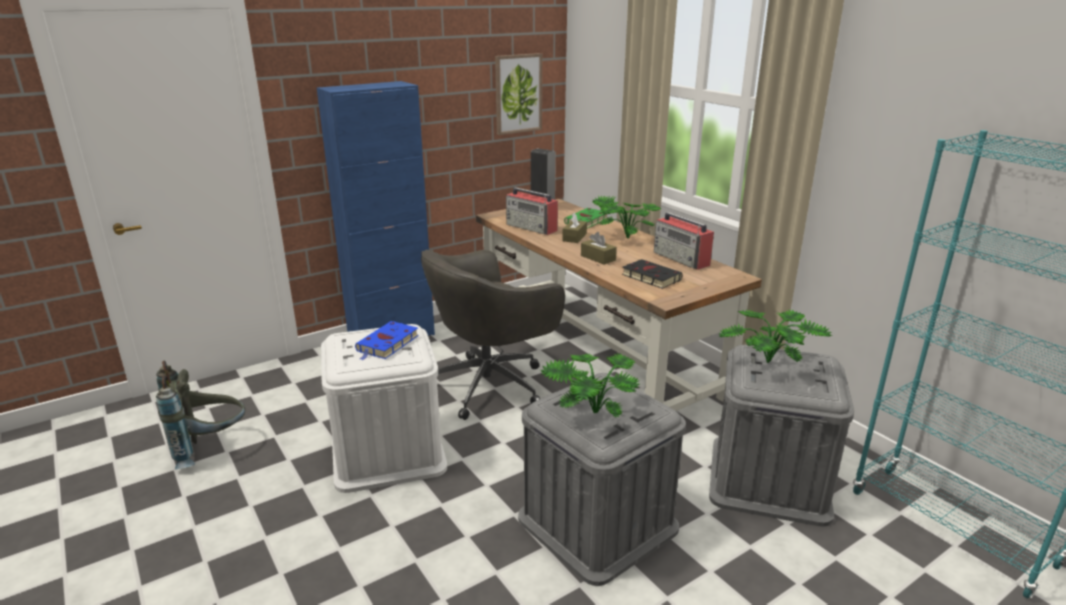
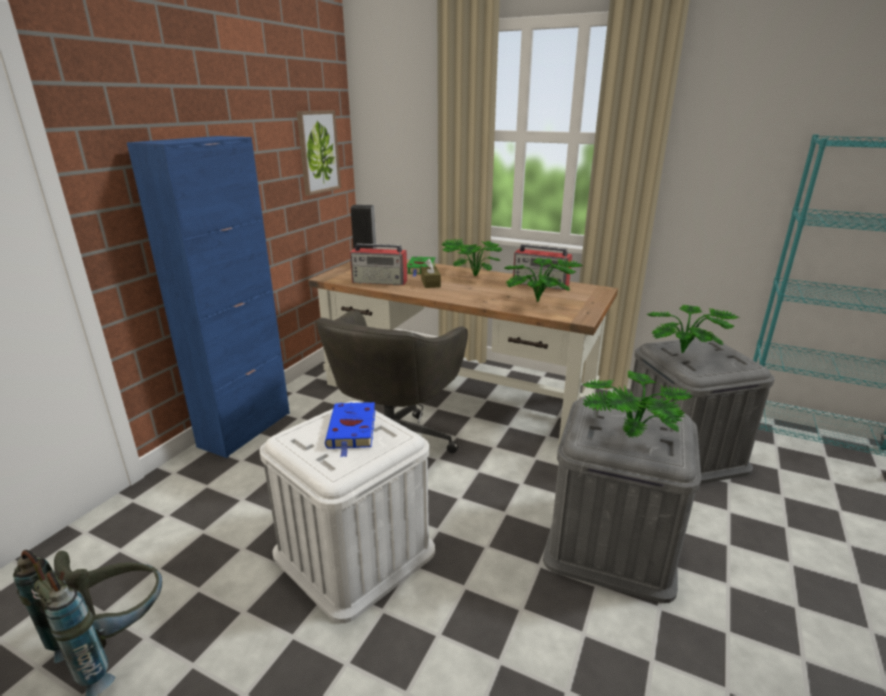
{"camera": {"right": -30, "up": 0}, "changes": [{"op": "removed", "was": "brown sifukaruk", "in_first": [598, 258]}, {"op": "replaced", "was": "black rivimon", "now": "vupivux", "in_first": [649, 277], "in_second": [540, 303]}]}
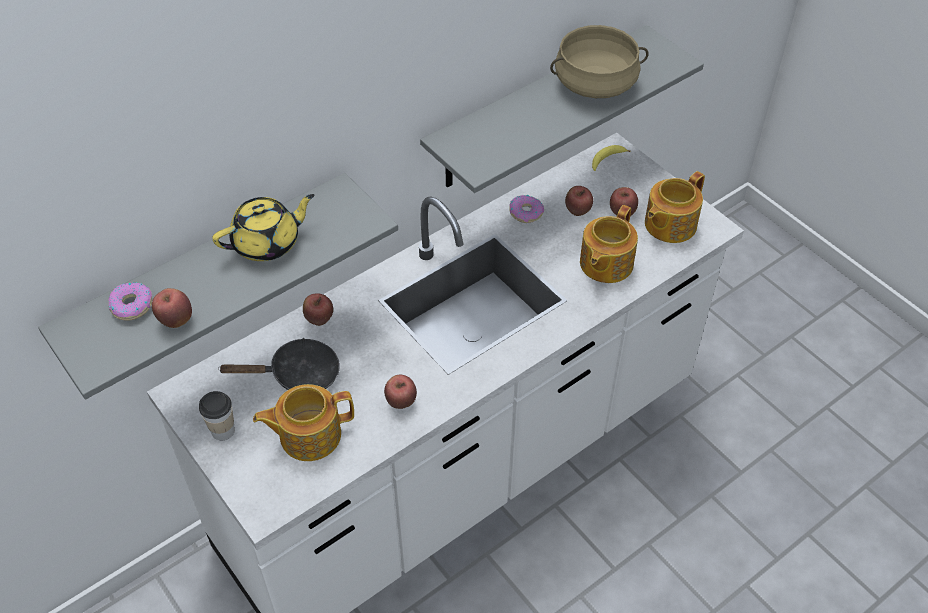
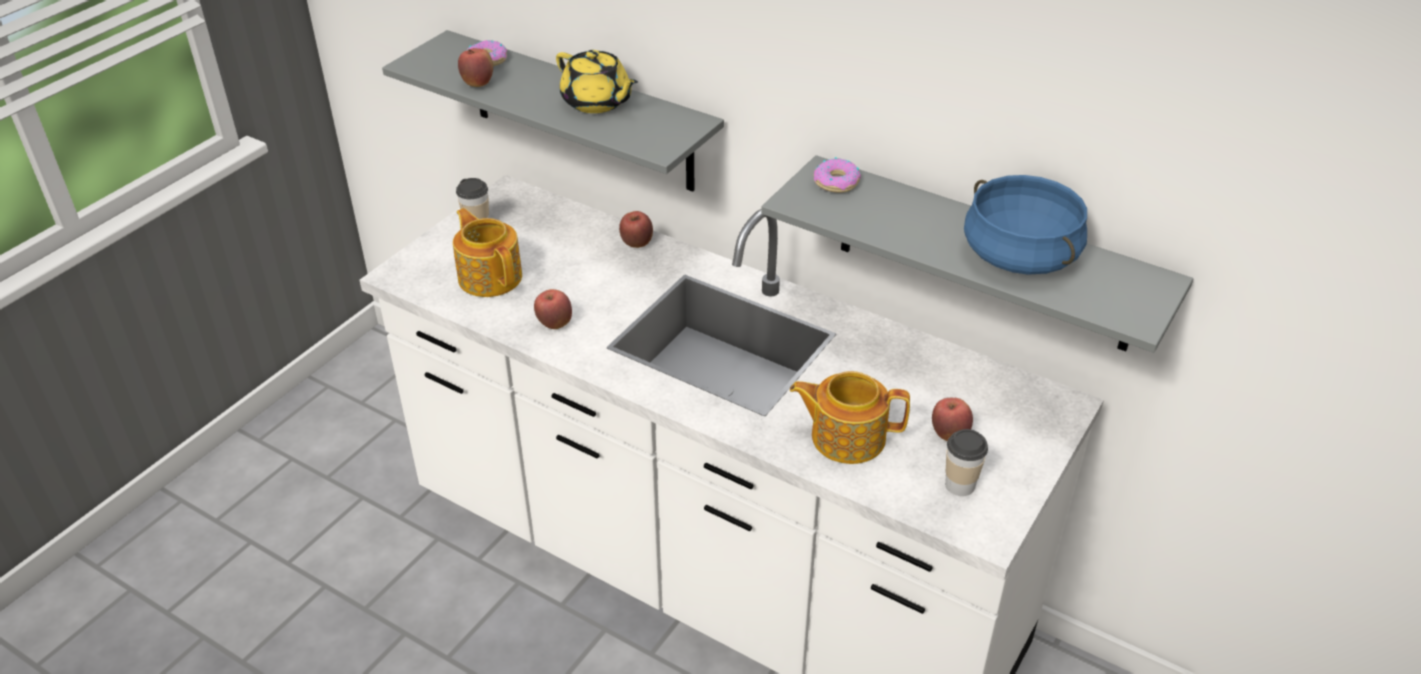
{"camera": {"right": 70, "up": -10}, "changes": [{"op": "removed", "was": "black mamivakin", "in_first": [298, 375]}, {"op": "removed", "was": "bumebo", "in_first": [577, 211]}, {"op": "removed", "was": "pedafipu", "in_first": [606, 160]}, {"op": "moved", "was": "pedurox", "in_first": [526, 212], "in_second": [837, 182]}, {"op": "replaced", "was": "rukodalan", "now": "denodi", "in_first": [669, 224], "in_second": [960, 485]}, {"op": "recoloured", "was": "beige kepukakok", "now": "blue kepukakok", "in_first": [595, 84], "in_second": [1018, 256]}]}
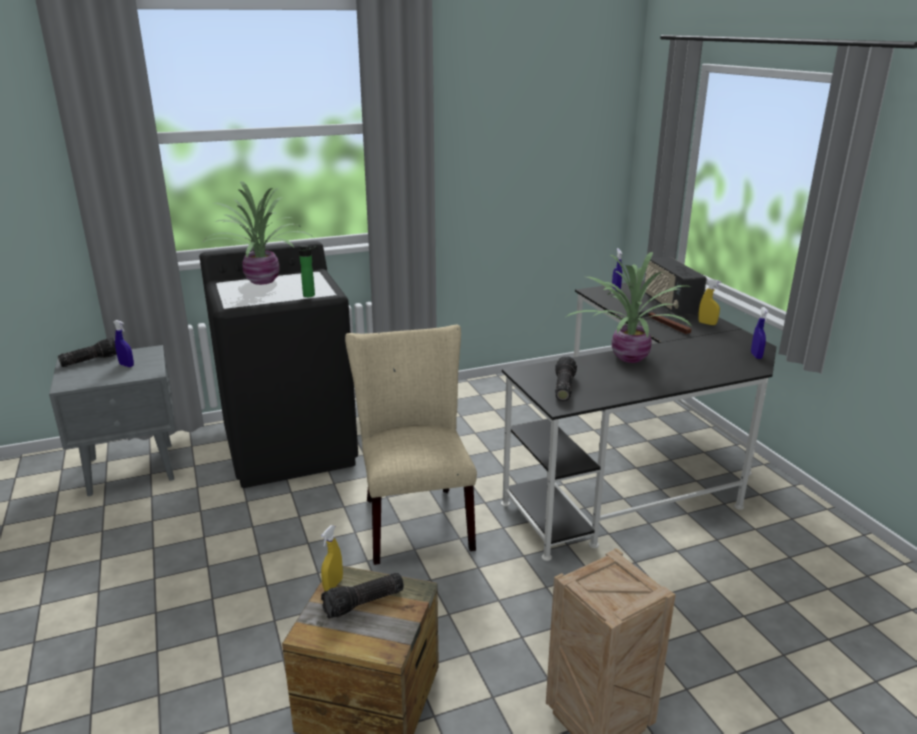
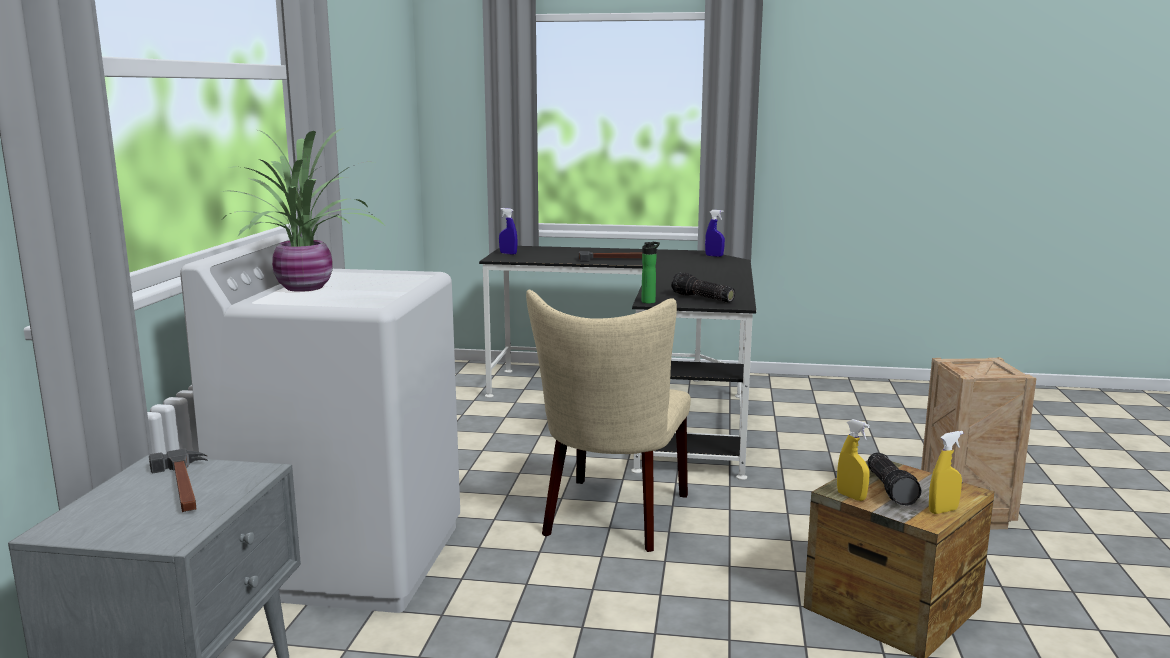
{"camera": {"right": -60, "up": -10}, "changes": [{"op": "removed", "was": "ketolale", "in_first": [90, 360]}, {"op": "removed", "was": "vupivux", "in_first": [627, 357]}, {"op": "removed", "was": "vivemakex", "in_first": [670, 306]}, {"op": "moved", "was": "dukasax", "in_first": [311, 295], "in_second": [649, 301]}, {"op": "moved", "was": "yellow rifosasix", "in_first": [707, 323], "in_second": [943, 511]}, {"op": "replaced", "was": "blue rifosasix", "now": "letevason", "in_first": [126, 365], "in_second": [184, 486]}, {"op": "recoloured", "was": "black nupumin", "now": "white nupumin", "in_first": [291, 448], "in_second": [347, 557]}, {"op": "turned", "was": "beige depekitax", "in_first": [414, 518], "in_second": [612, 518], "clockwise": -90}]}
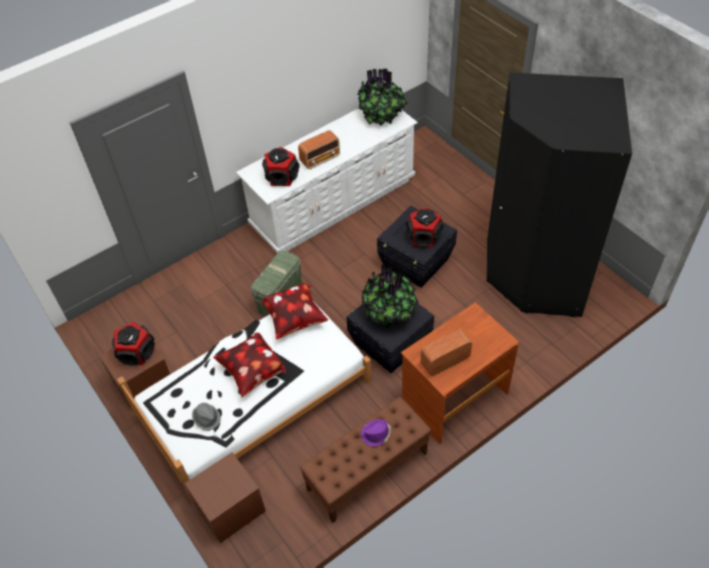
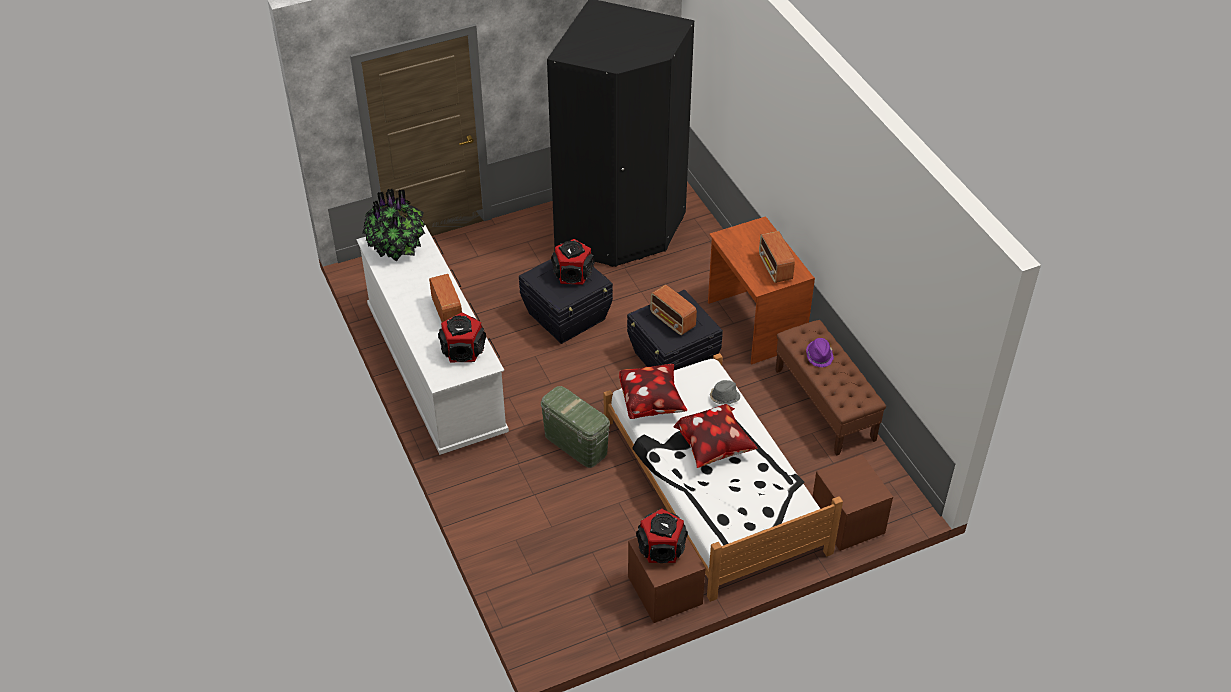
{"camera": {"right": -80, "up": -5}, "changes": [{"op": "moved", "was": "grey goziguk", "in_first": [207, 418], "in_second": [724, 397]}, {"op": "replaced", "was": "vupivux", "now": "vivemakex", "in_first": [389, 314], "in_second": [673, 321]}]}
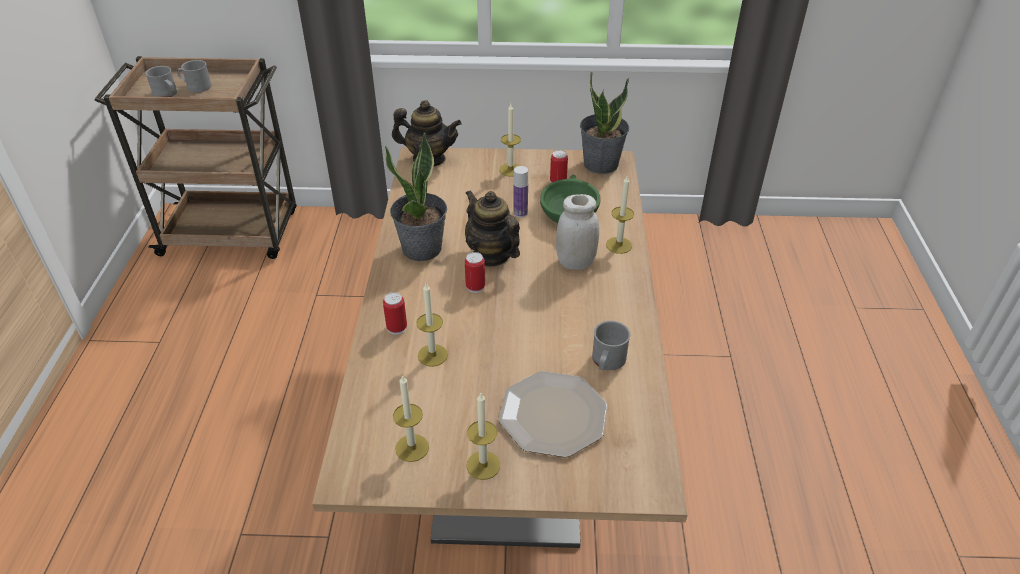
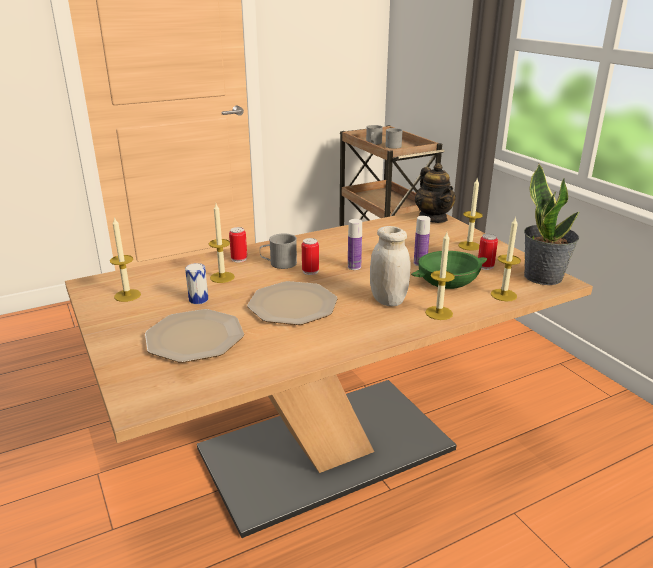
{"camera": {"right": 60, "up": -15}, "changes": [{"op": "removed", "was": "vupivux", "in_first": [422, 249]}, {"op": "added", "now": "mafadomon", "in_second": [198, 299]}, {"op": "added", "now": "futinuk", "in_second": [292, 305]}, {"op": "moved", "was": "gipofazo", "in_first": [483, 465], "in_second": [503, 295]}, {"op": "moved", "was": "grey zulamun", "in_first": [607, 362], "in_second": [279, 263]}, {"op": "replaced", "was": "rukodalan", "now": "dukasax", "in_first": [492, 255], "in_second": [354, 267]}]}
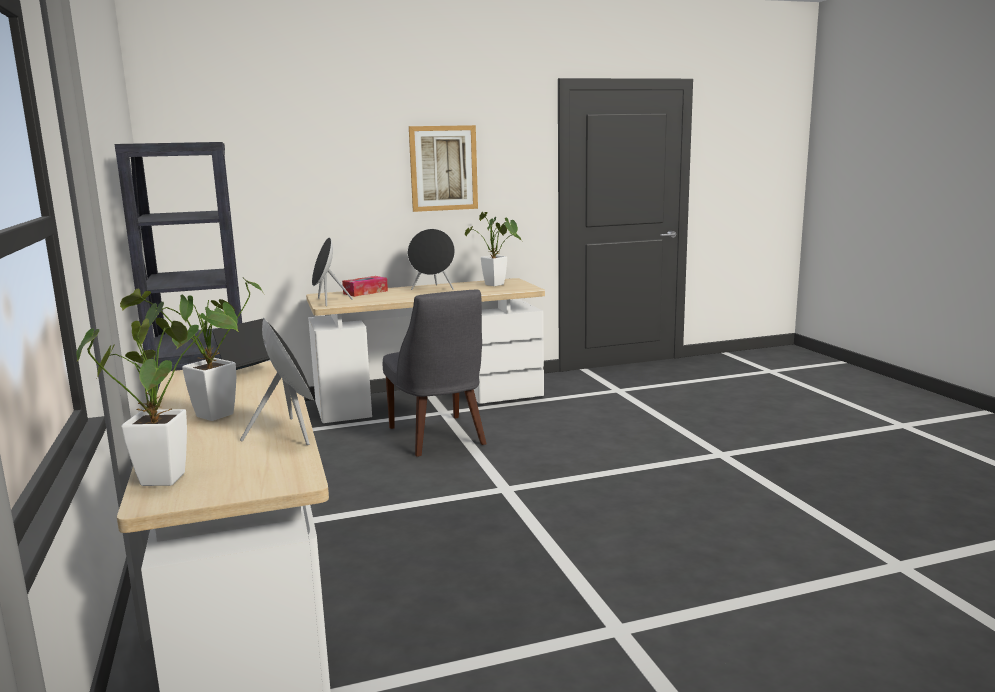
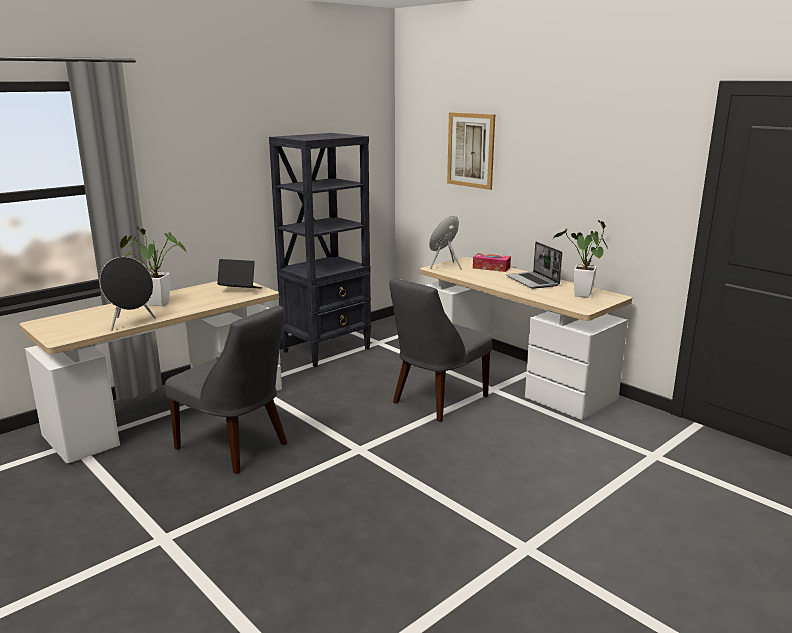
{"camera": {"right": 65, "up": 5}, "changes": [{"op": "removed", "was": "vupivux", "in_first": [168, 475]}, {"op": "added", "now": "grey depekitax", "in_second": [235, 447]}, {"op": "moved", "was": "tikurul", "in_first": [443, 168], "in_second": [471, 150]}, {"op": "replaced", "was": "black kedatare", "now": "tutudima", "in_first": [433, 289], "in_second": [533, 281]}]}
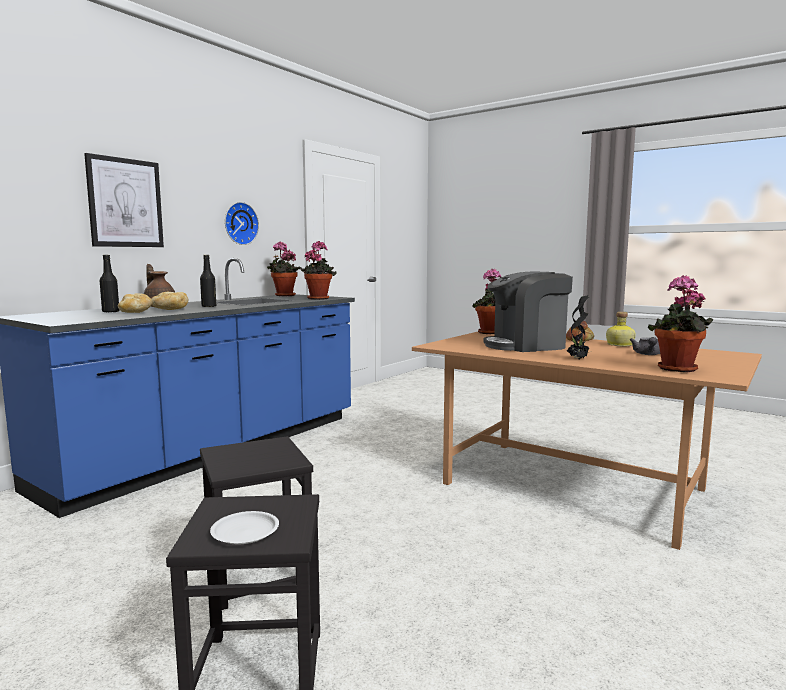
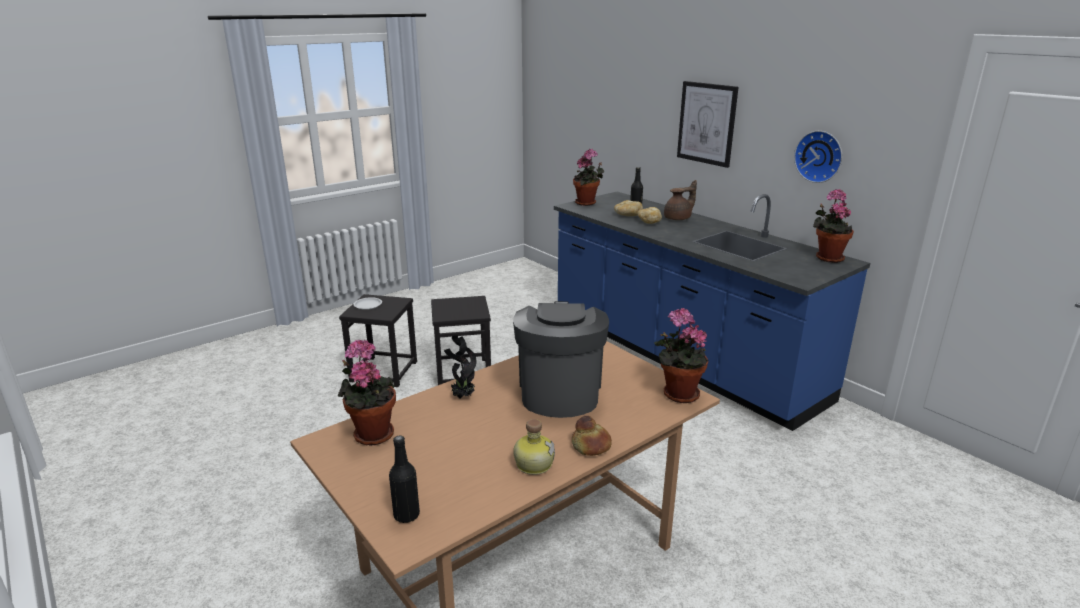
{"camera": {"right": 105, "up": 15}, "changes": [{"op": "removed", "was": "grey rukodalan", "in_first": [647, 354]}, {"op": "moved", "was": "black dukasax", "in_first": [209, 306], "in_second": [406, 515]}, {"op": "moved", "was": "vupivux", "in_first": [319, 298], "in_second": [587, 203]}]}
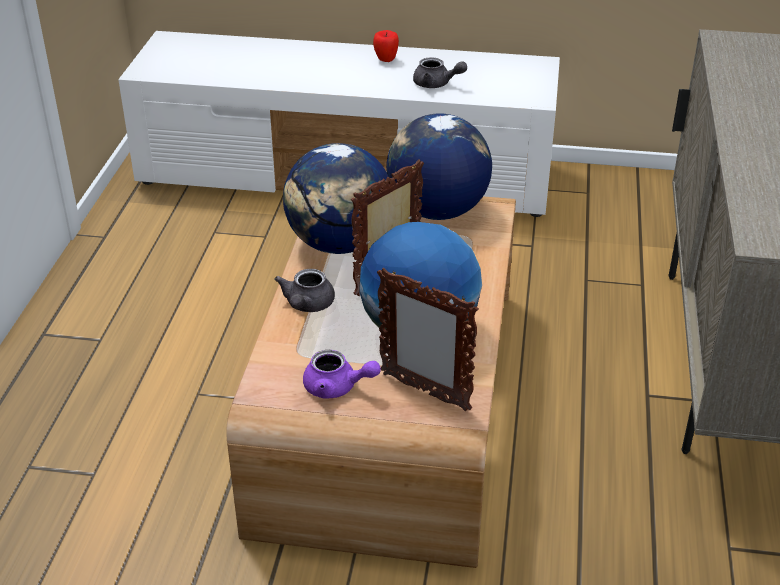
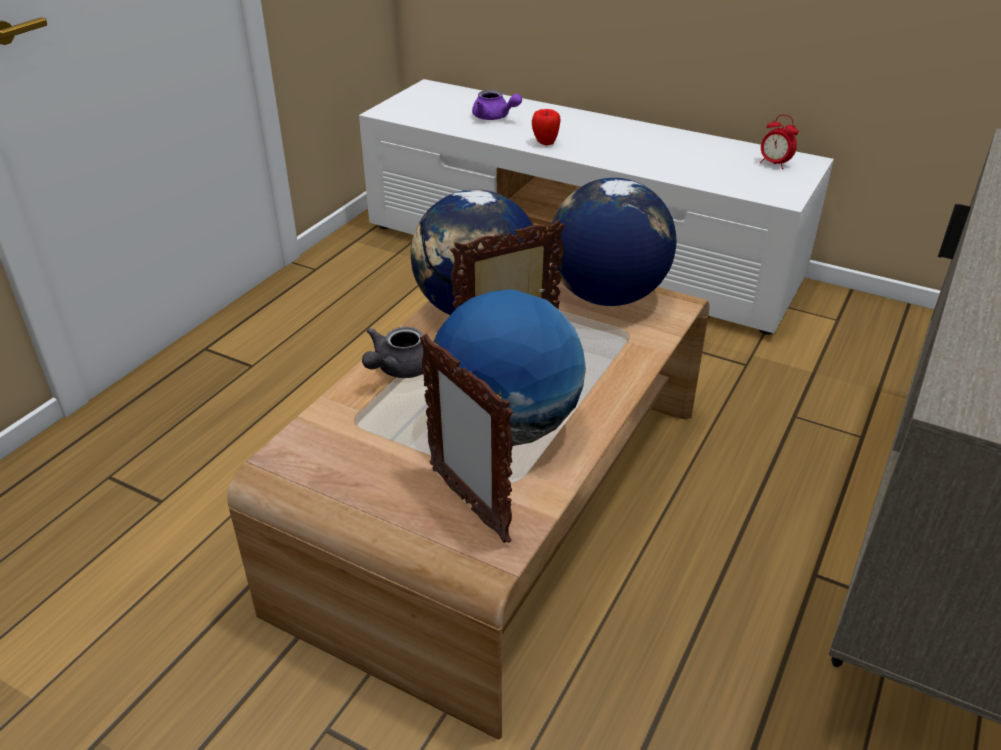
{"camera": {"right": 20, "up": 0}, "changes": [{"op": "removed", "was": "grey rukodalan", "in_first": [436, 84]}, {"op": "added", "now": "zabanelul", "in_second": [774, 164]}, {"op": "moved", "was": "purple rukodalan", "in_first": [337, 388], "in_second": [494, 117]}, {"op": "moved", "was": "bumebo", "in_first": [386, 60], "in_second": [545, 143]}]}
